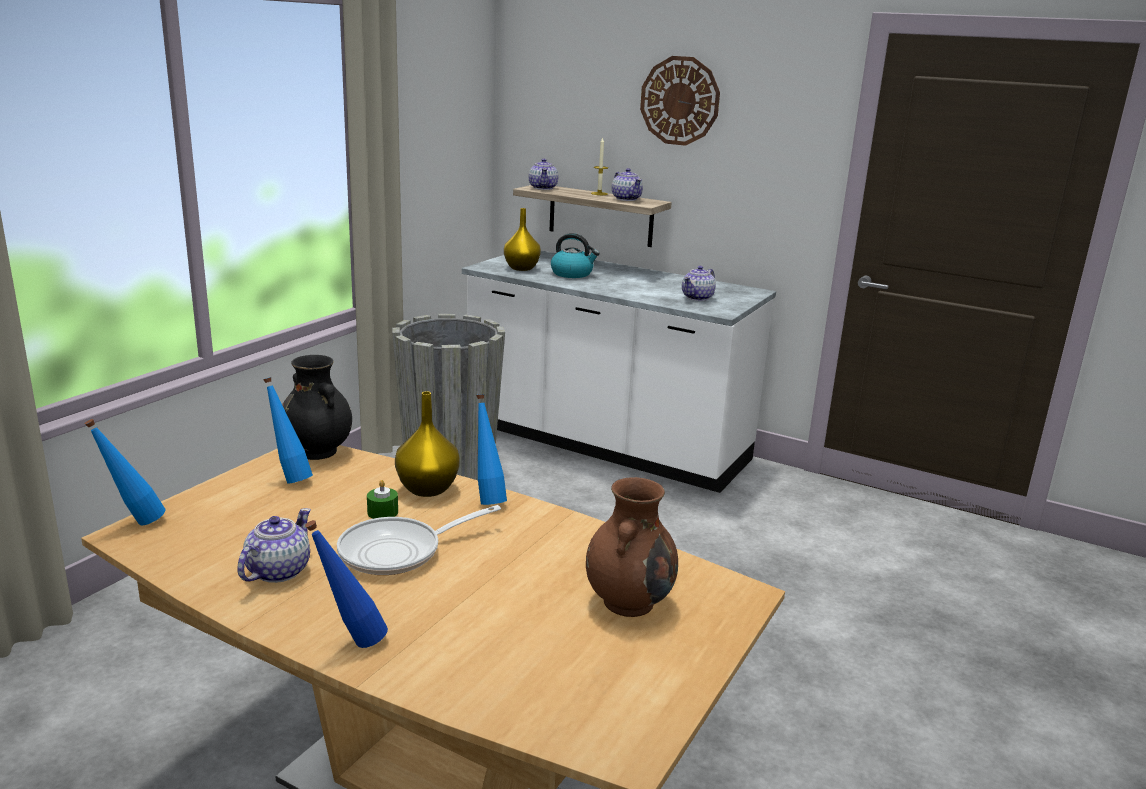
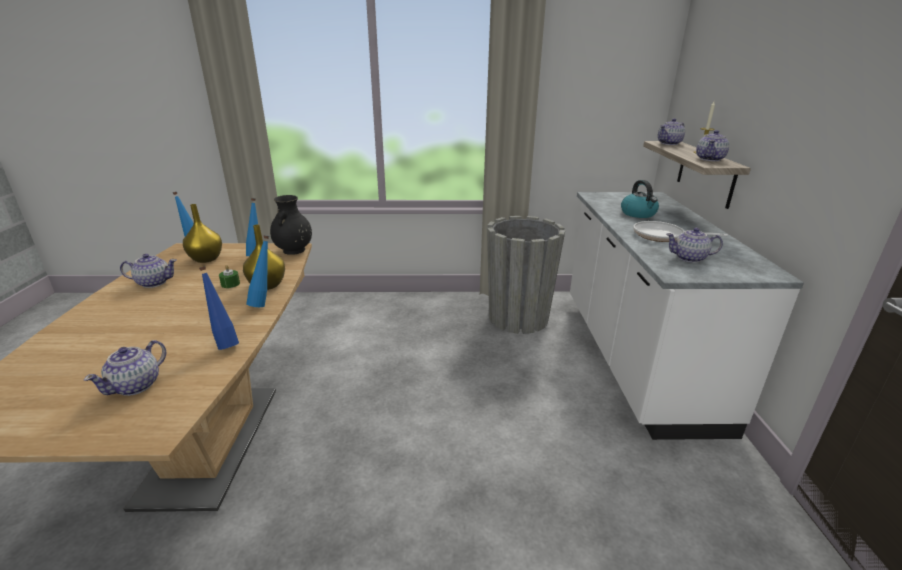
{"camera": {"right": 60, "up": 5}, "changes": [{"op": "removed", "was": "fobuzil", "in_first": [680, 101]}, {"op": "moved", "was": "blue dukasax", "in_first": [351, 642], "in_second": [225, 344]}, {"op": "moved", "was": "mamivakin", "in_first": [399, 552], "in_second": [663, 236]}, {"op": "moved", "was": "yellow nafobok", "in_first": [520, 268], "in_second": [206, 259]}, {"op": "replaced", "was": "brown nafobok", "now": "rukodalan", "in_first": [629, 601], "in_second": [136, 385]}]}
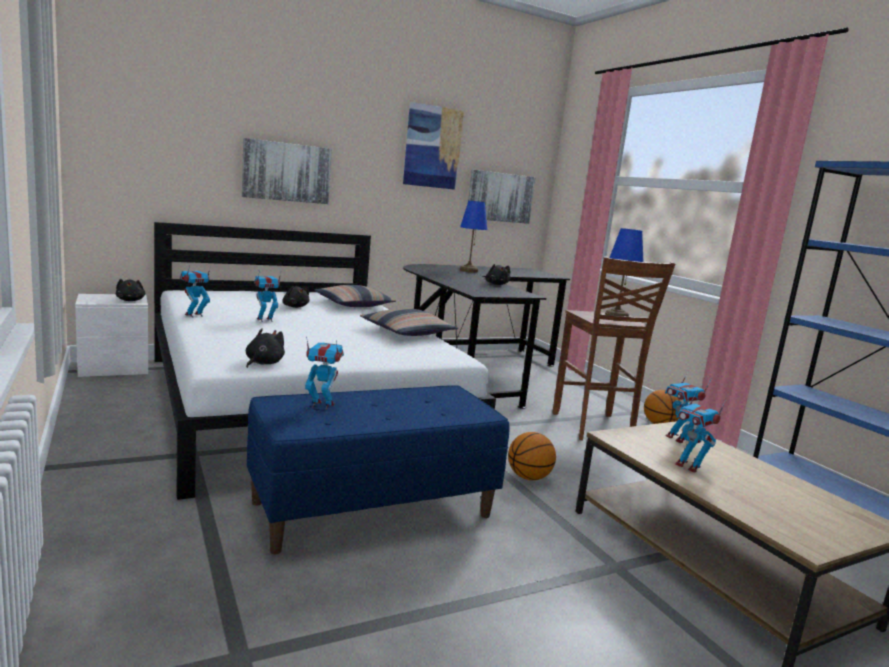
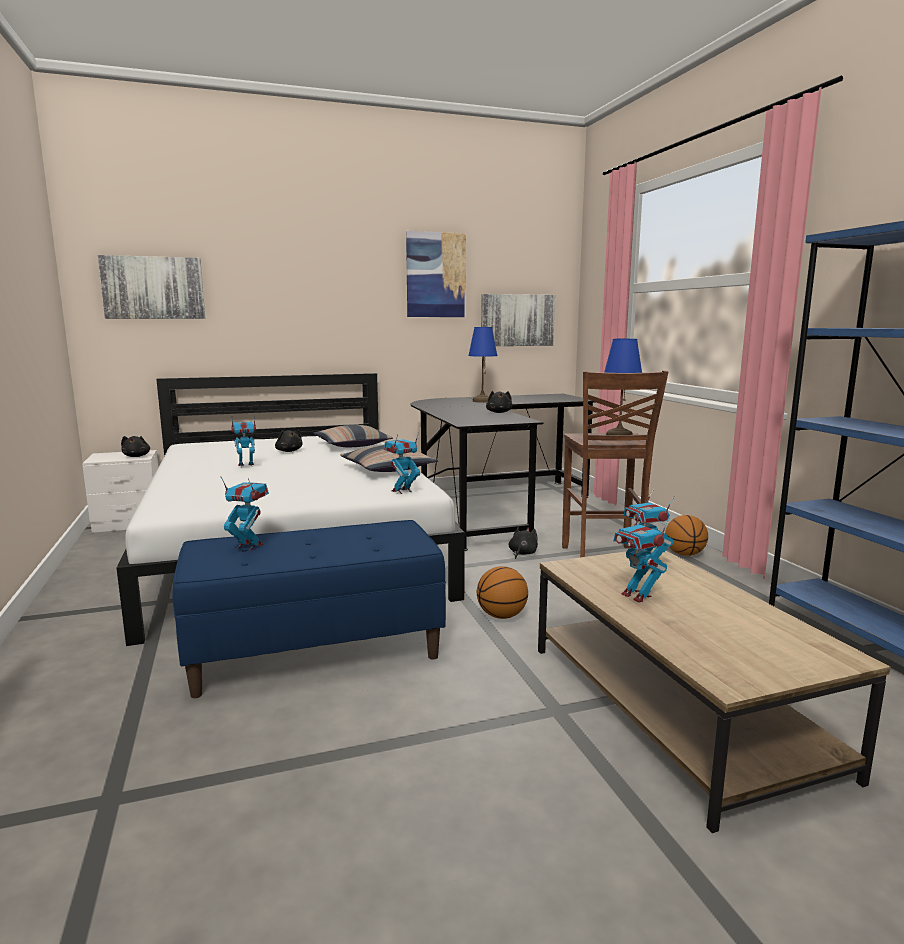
{"camera": {"right": 10, "up": 0}, "changes": [{"op": "moved", "was": "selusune", "in_first": [194, 315], "in_second": [402, 491]}, {"op": "moved", "was": "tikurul", "in_first": [286, 172], "in_second": [153, 288]}, {"op": "moved", "was": "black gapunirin", "in_first": [263, 363], "in_second": [522, 553]}]}
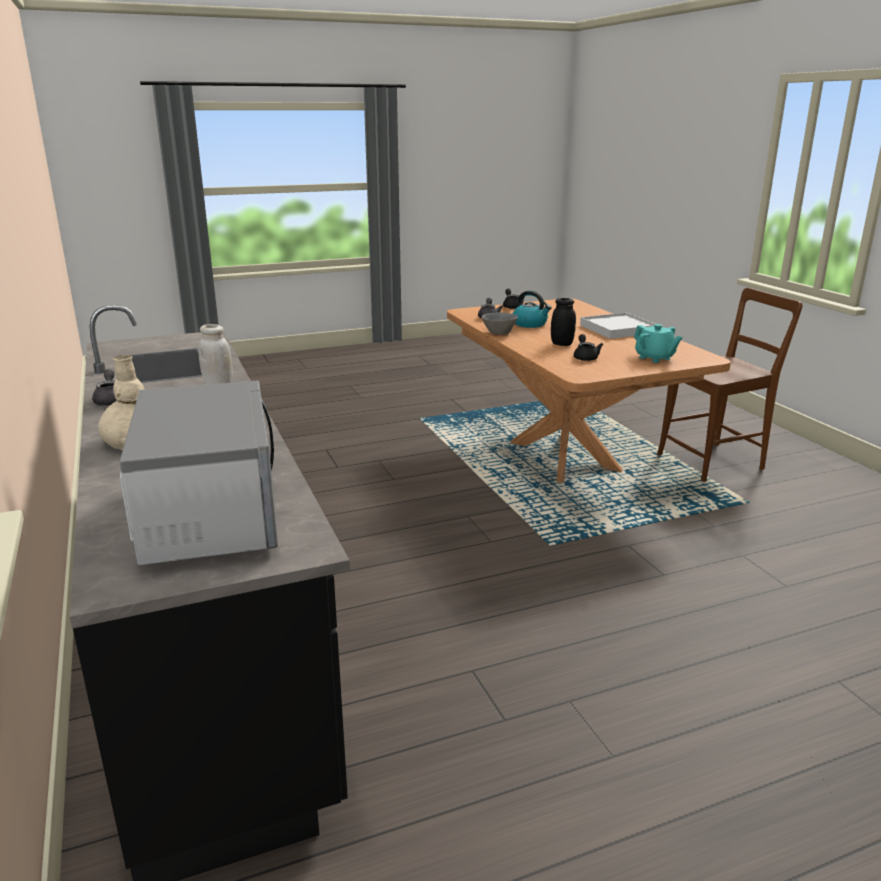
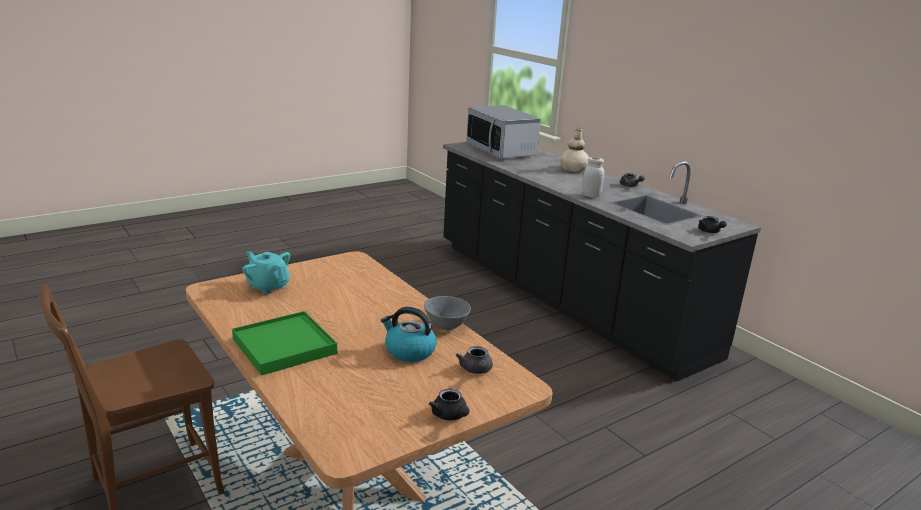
{"camera": {"right": 165, "up": 0}, "changes": [{"op": "removed", "was": "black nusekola", "in_first": [562, 344]}, {"op": "moved", "was": "black rukodalan", "in_first": [585, 357], "in_second": [710, 232]}, {"op": "recoloured", "was": "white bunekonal", "now": "green bunekonal", "in_first": [617, 329], "in_second": [285, 346]}]}
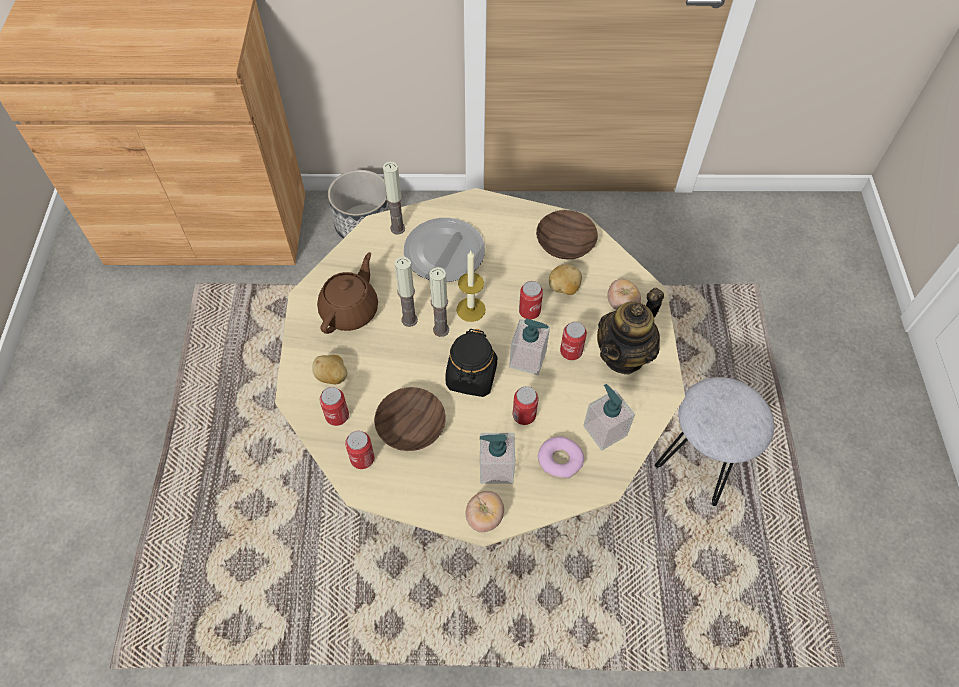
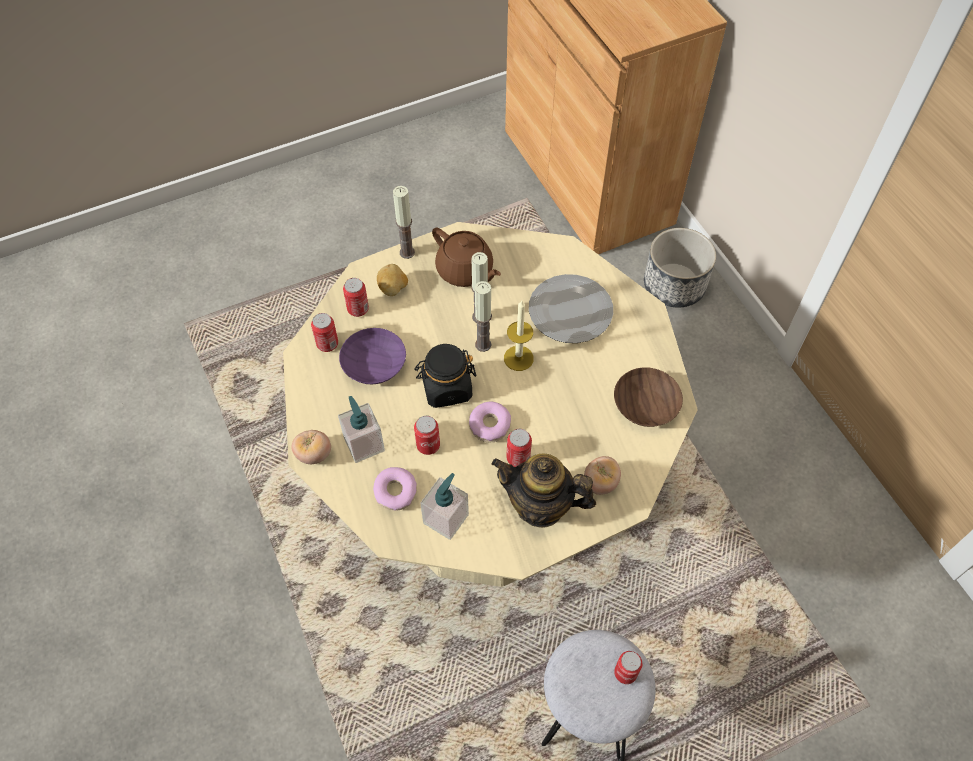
{"camera": {"right": 65, "up": 0}, "changes": [{"op": "removed", "was": "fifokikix", "in_first": [564, 288]}, {"op": "moved", "was": "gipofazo", "in_first": [397, 228], "in_second": [407, 252]}, {"op": "moved", "was": "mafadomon", "in_first": [529, 311], "in_second": [625, 673]}, {"op": "replaced", "was": "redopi", "now": "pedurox", "in_first": [528, 359], "in_second": [490, 425]}, {"op": "recoloured", "was": "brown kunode", "now": "purple kunode", "in_first": [410, 427], "in_second": [372, 364]}, {"op": "turned", "was": "brown rukodalan", "in_first": [350, 310], "in_second": [465, 271], "clockwise": 45}]}
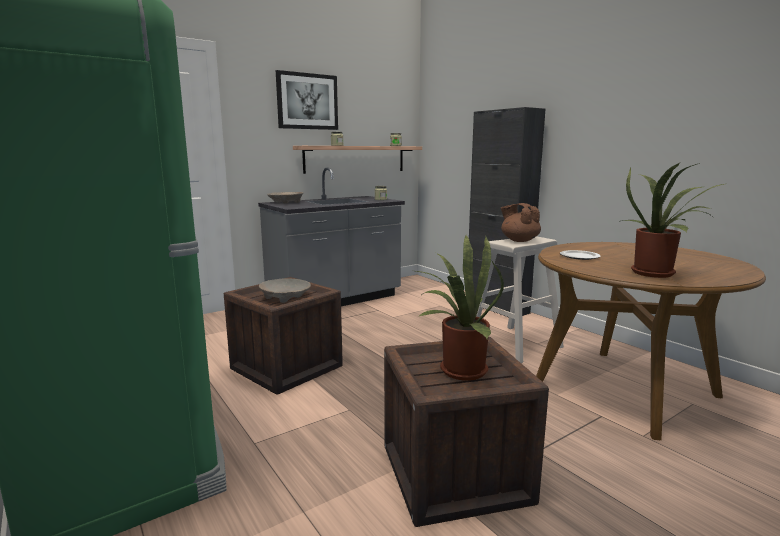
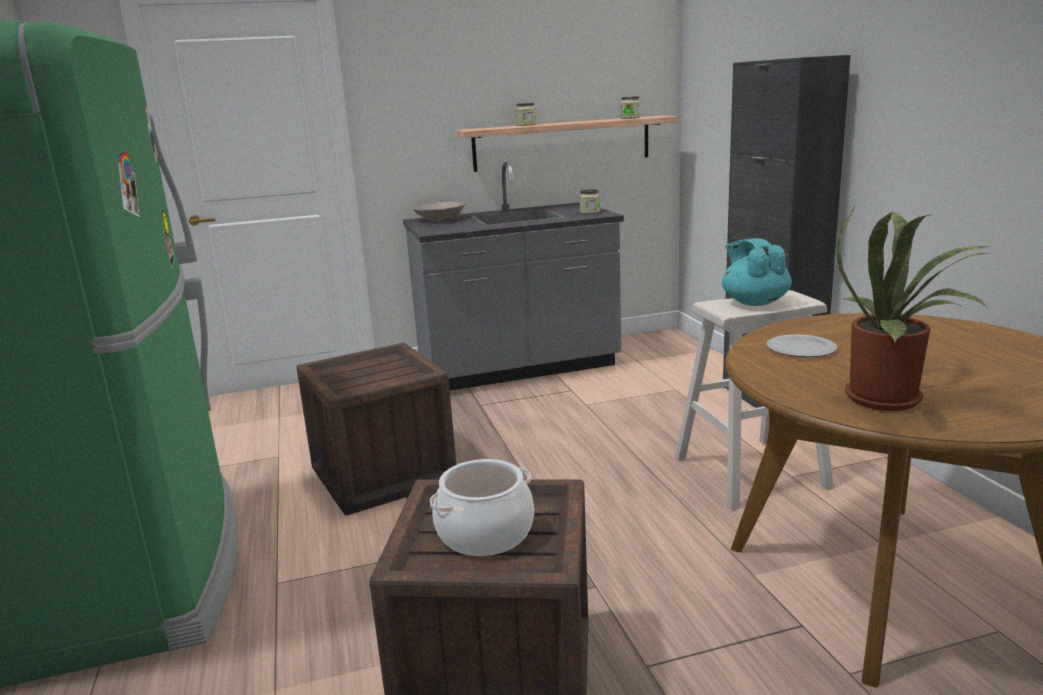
{"camera": {"right": 20, "up": 5}, "changes": [{"op": "removed", "was": "beige kunode", "in_first": [285, 297]}, {"op": "removed", "was": "tikurul", "in_first": [307, 101]}, {"op": "replaced", "was": "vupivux", "now": "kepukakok", "in_first": [458, 370], "in_second": [485, 533]}, {"op": "recoloured", "was": "brown rukodalan", "now": "turquoise rukodalan", "in_first": [519, 240], "in_second": [754, 302]}]}
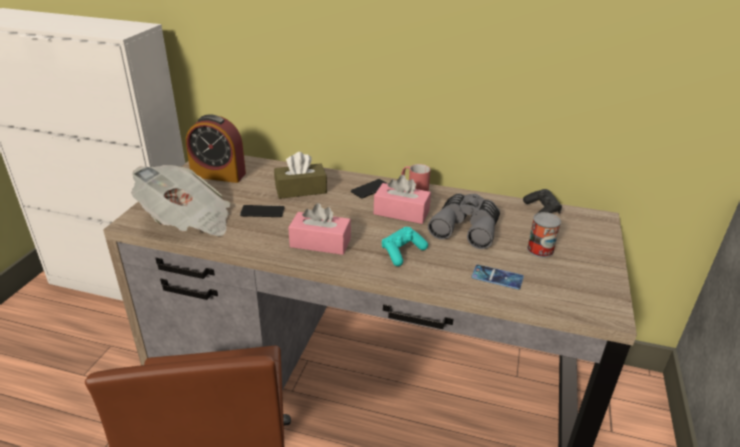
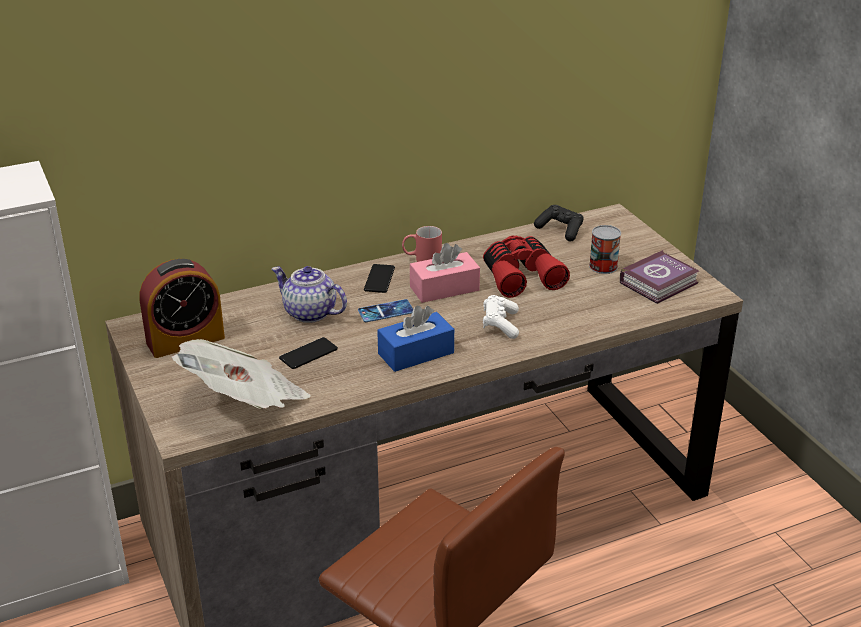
{"camera": {"right": -40, "up": 0}, "changes": [{"op": "added", "now": "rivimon", "in_second": [661, 283]}, {"op": "moved", "was": "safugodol", "in_first": [497, 277], "in_second": [386, 311]}, {"op": "replaced", "was": "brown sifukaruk", "now": "rukodalan", "in_first": [301, 190], "in_second": [309, 313]}, {"op": "recoloured", "was": "pink sifukaruk", "now": "blue sifukaruk", "in_first": [320, 243], "in_second": [416, 353]}, {"op": "recoloured", "was": "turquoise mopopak", "now": "white mopopak", "in_first": [402, 252], "in_second": [500, 325]}, {"op": "recoloured", "was": "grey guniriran", "now": "red guniriran", "in_first": [466, 228], "in_second": [521, 275]}]}
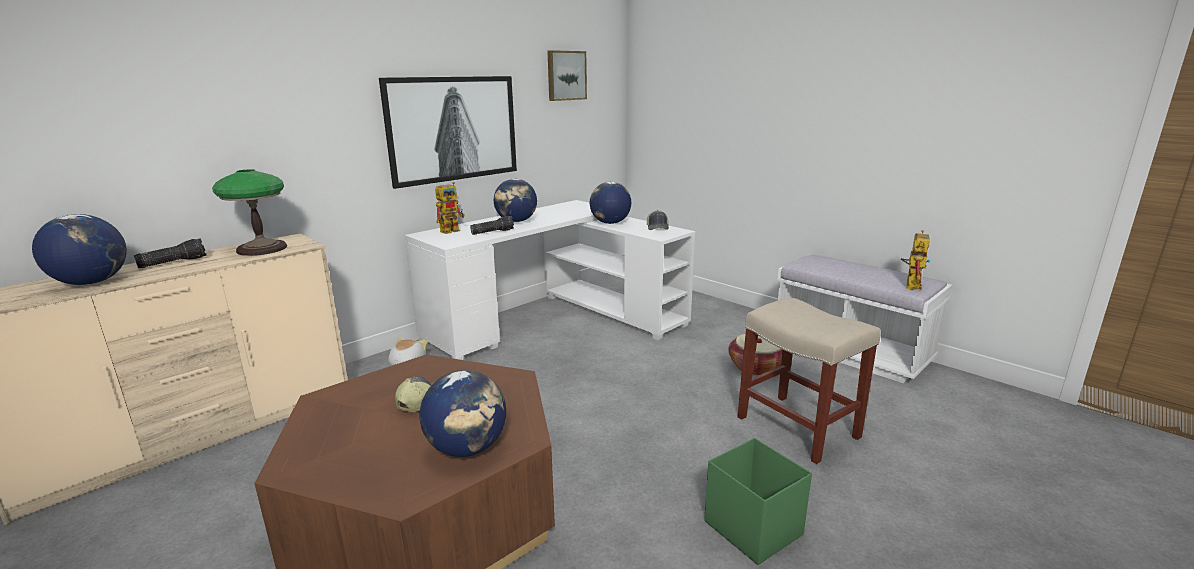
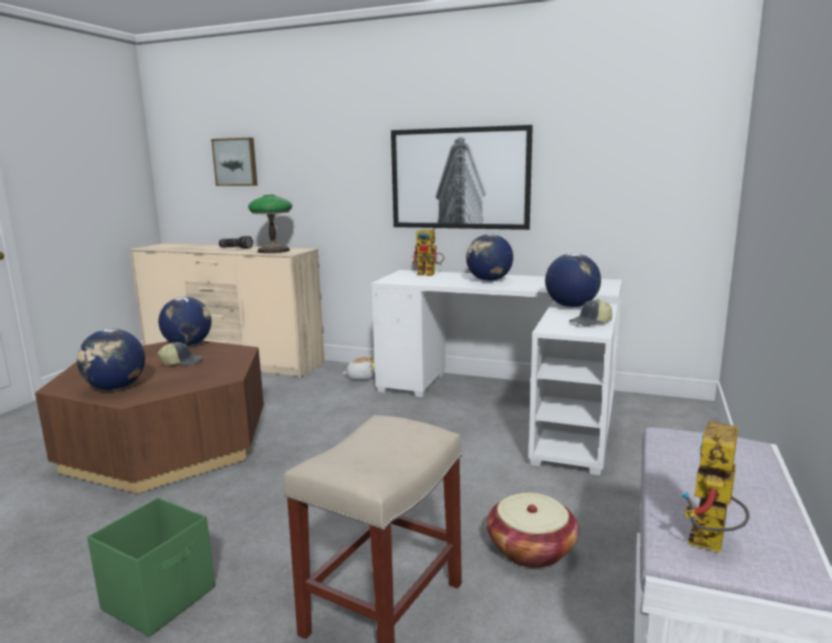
{"camera": {"right": 65, "up": -5}, "changes": [{"op": "removed", "was": "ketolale", "in_first": [492, 232]}, {"op": "moved", "was": "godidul", "in_first": [91, 282], "in_second": [188, 345]}, {"op": "moved", "was": "tikurul", "in_first": [565, 75], "in_second": [236, 162]}, {"op": "turned", "was": "selusune", "in_first": [911, 284], "in_second": [711, 544], "clockwise": 120}]}
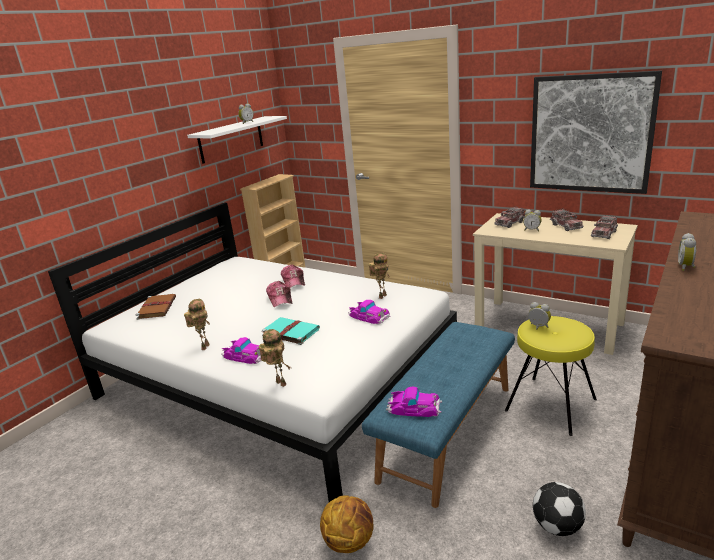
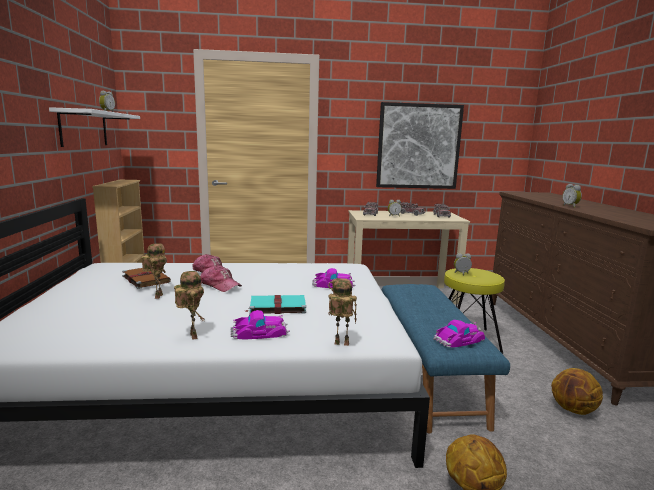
{"camera": {"right": -40, "up": -10}, "changes": [{"op": "moved", "was": "brown rivimon", "in_first": [157, 307], "in_second": [145, 279]}, {"op": "moved", "was": "selusune", "in_first": [382, 296], "in_second": [157, 296]}, {"op": "replaced", "was": "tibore", "now": "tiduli", "in_first": [557, 527], "in_second": [573, 410]}]}
